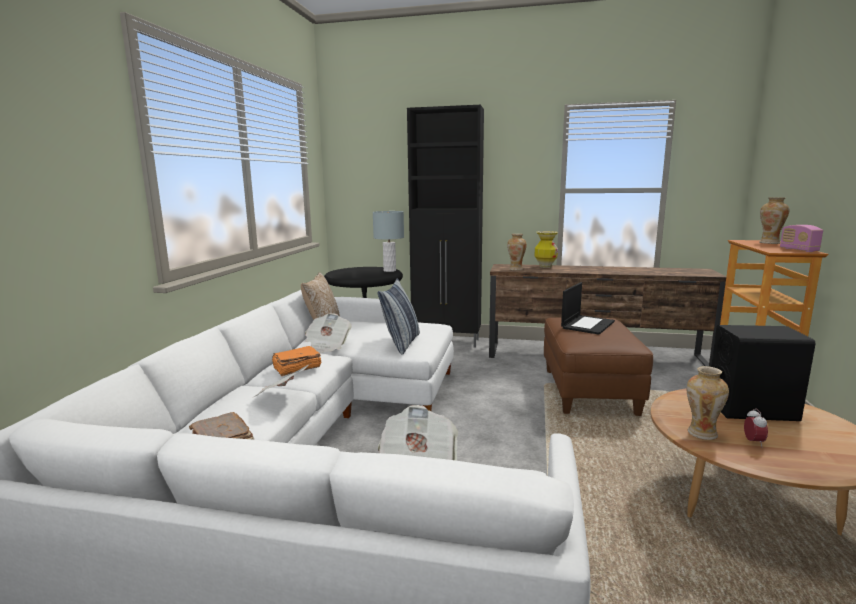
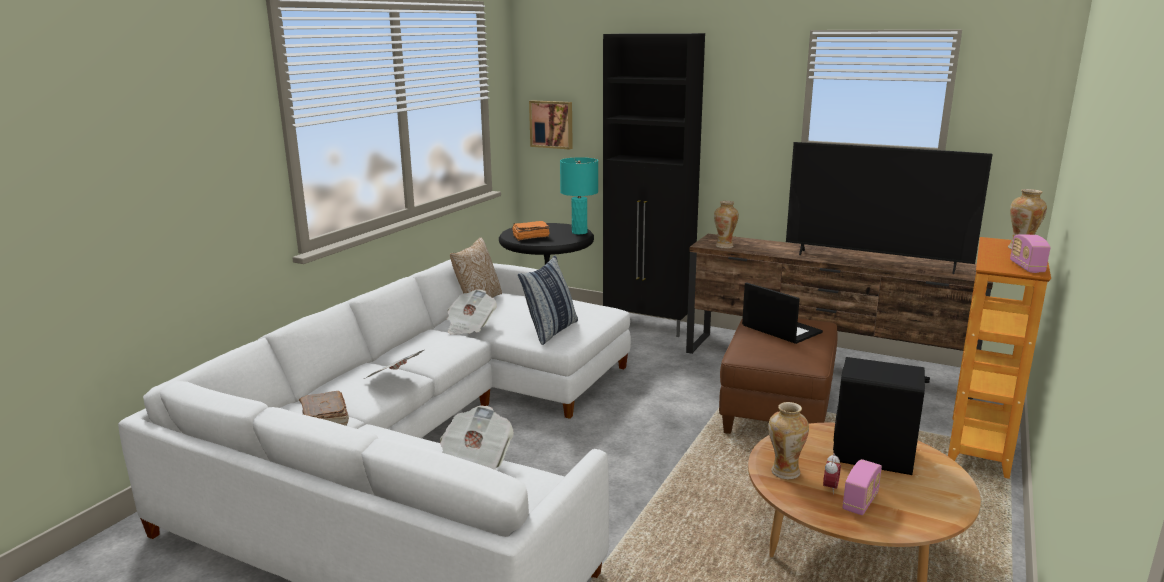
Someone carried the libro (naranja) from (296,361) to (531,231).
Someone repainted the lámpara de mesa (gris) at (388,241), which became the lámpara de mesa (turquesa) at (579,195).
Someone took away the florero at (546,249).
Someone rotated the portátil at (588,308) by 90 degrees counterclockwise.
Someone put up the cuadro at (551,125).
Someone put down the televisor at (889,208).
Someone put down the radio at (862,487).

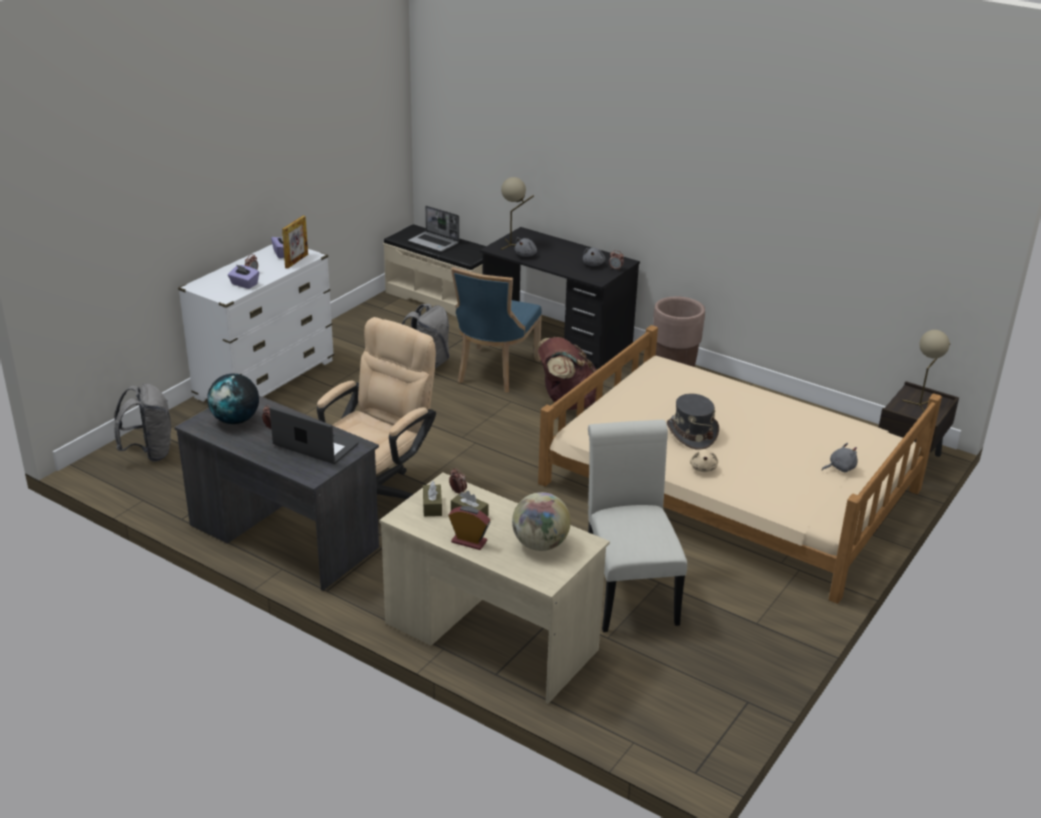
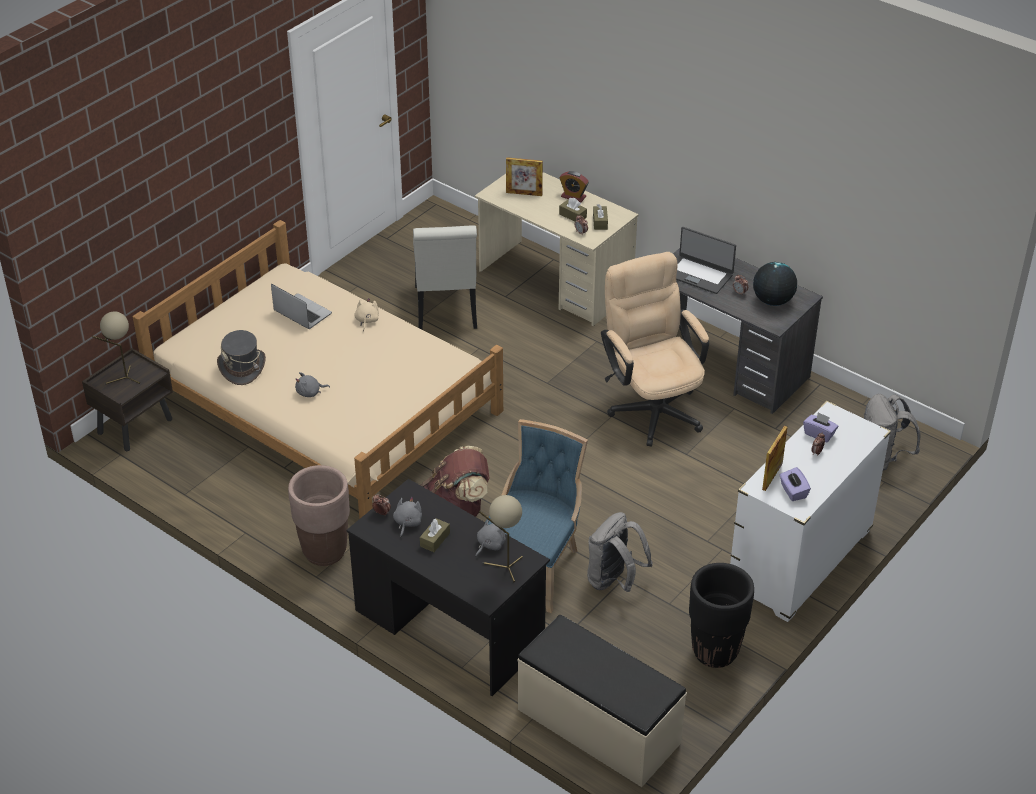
Someone rotated the silla de oficina (beis) at (376,408) by 120 degrees clockwise.
Someone carried the portátil from (433,228) to (301,306).
Someone swapped the globo terráqueo at (541,521) for the portarretratos at (524,176).
Someone carried the sombrero (gris) from (693,422) to (241,357).
Someone carried the peluche (gris) from (840,457) to (312,384).
Someone put down the caja de pañuelos (marrón) at (435,535).
Someone put down the maceta (negro) at (721,615).

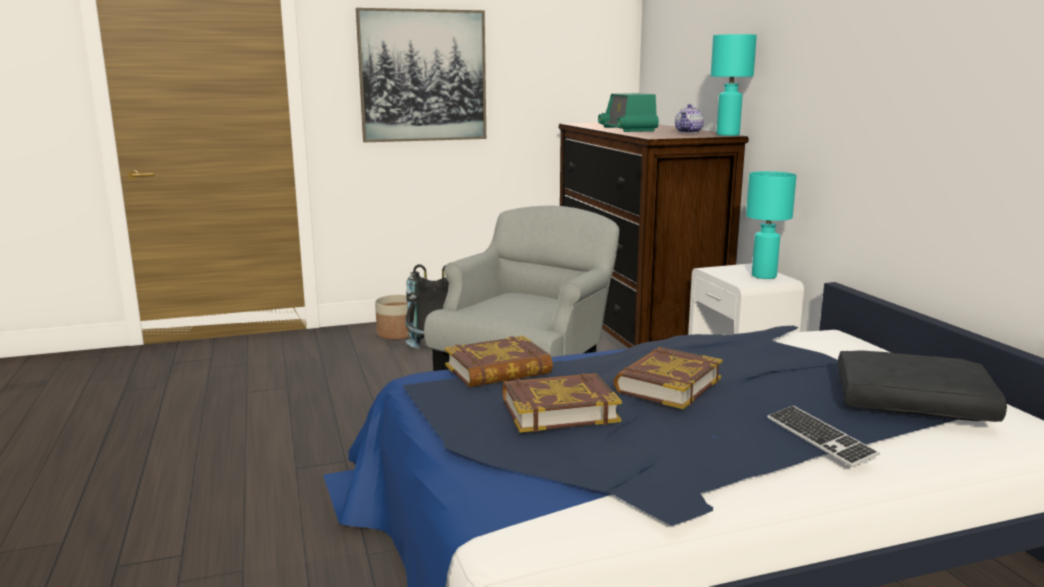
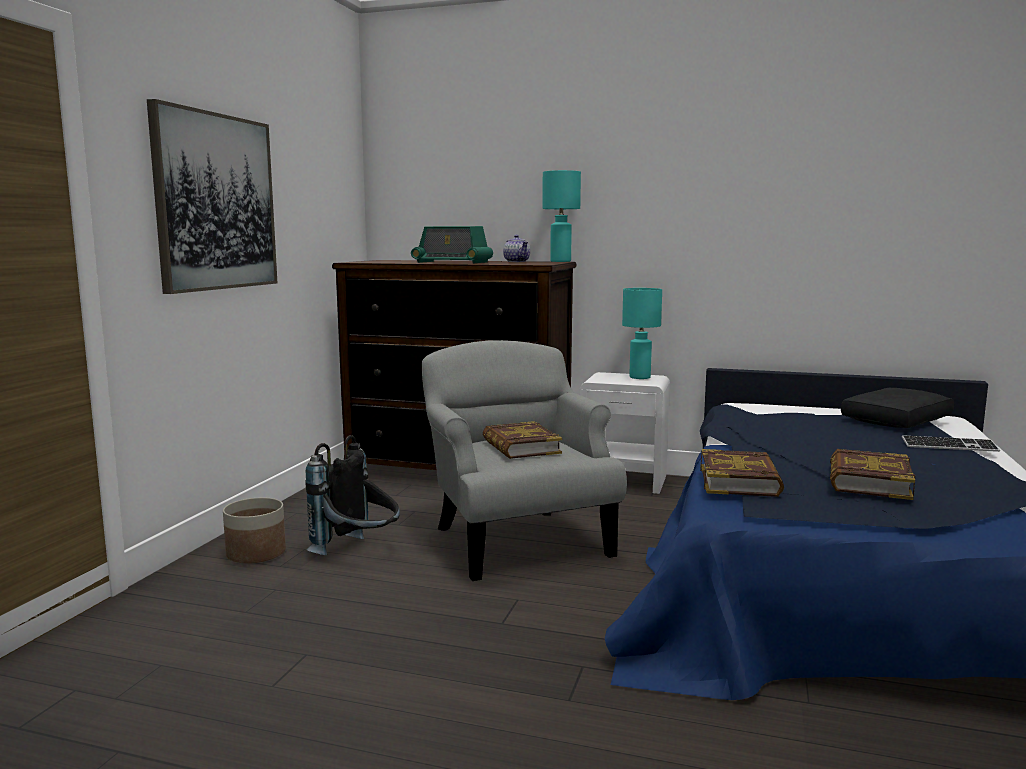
Someone carried the libro from (668,378) to (522,440).

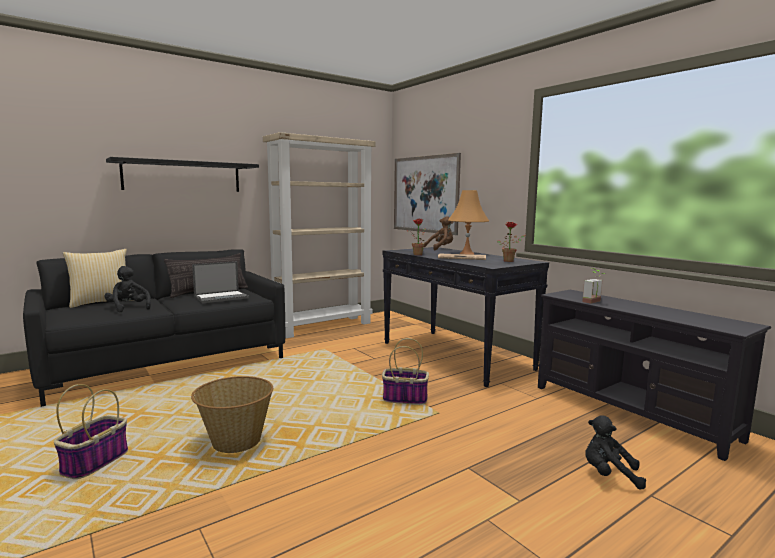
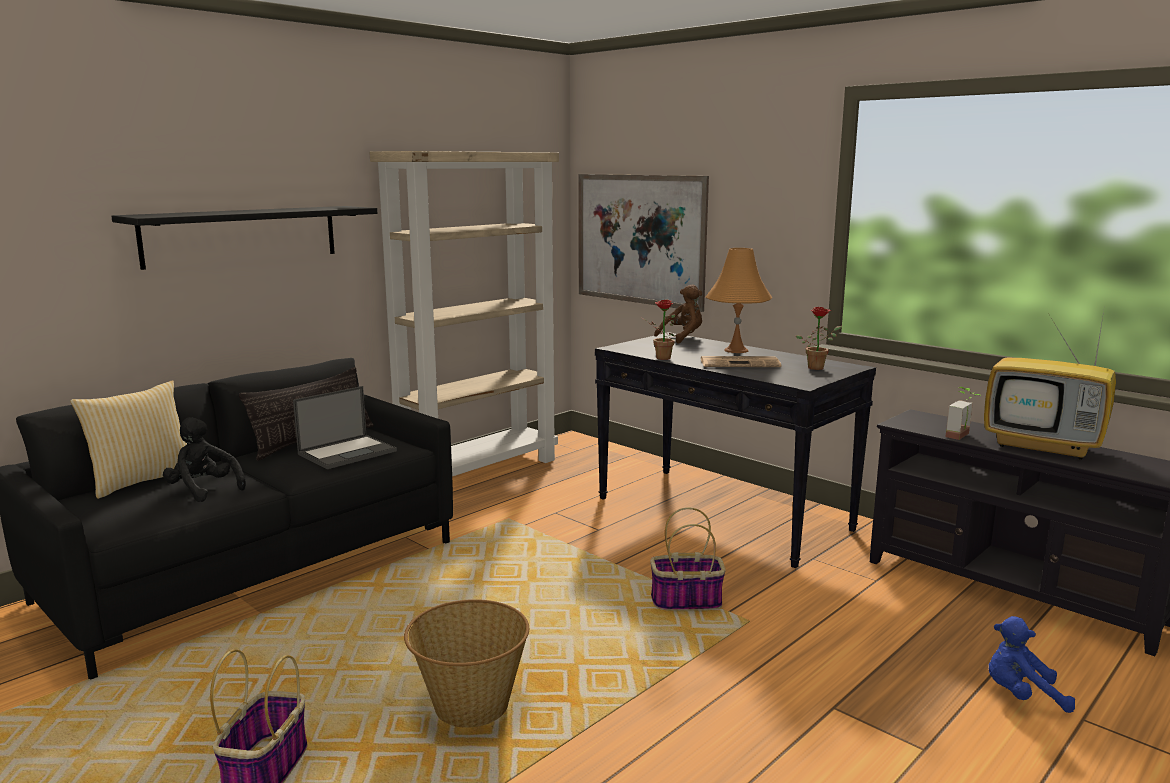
Someone repainted the peluche (negro) at (615,452), which became the peluche (azul) at (1032,664).
Someone put down the televisor at (1050,382).

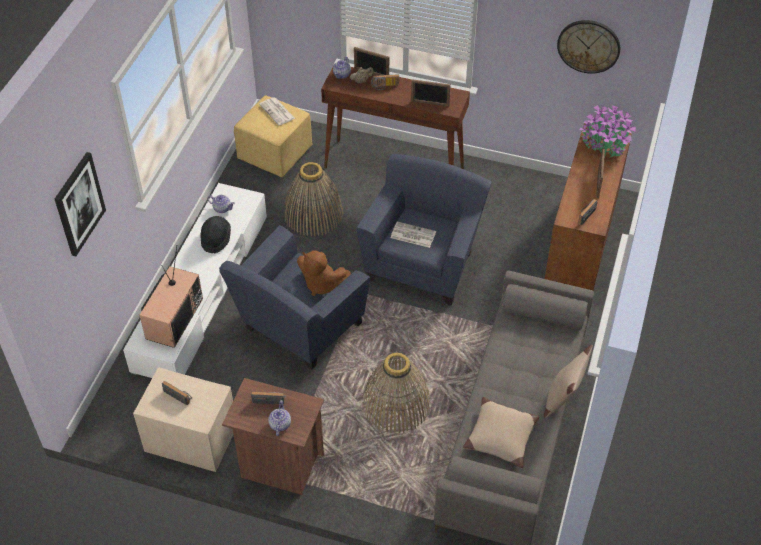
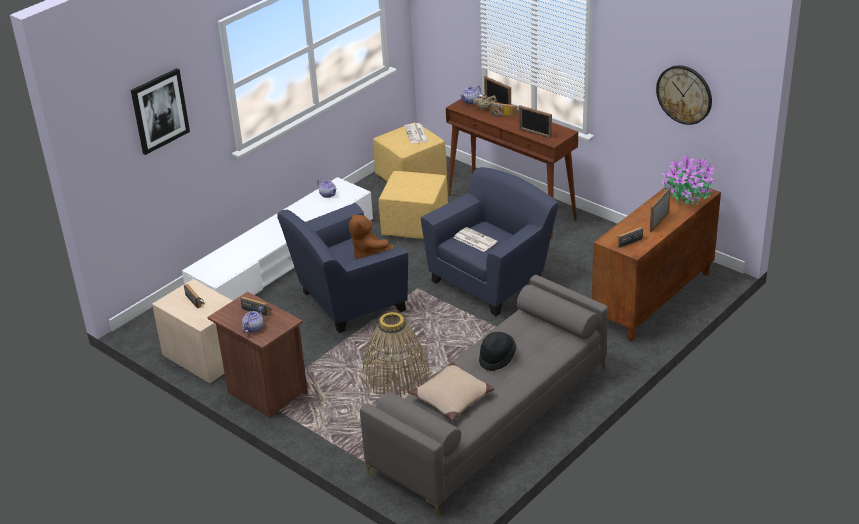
Someone took away the televisor at (171,296).
Someone carried the sombrero (negro) from (215,235) to (497,351).
Someone swapped the cesta at (314,199) for the puf (amarillo) at (413,205).
Someone took away the cojín (beis) at (568,381).

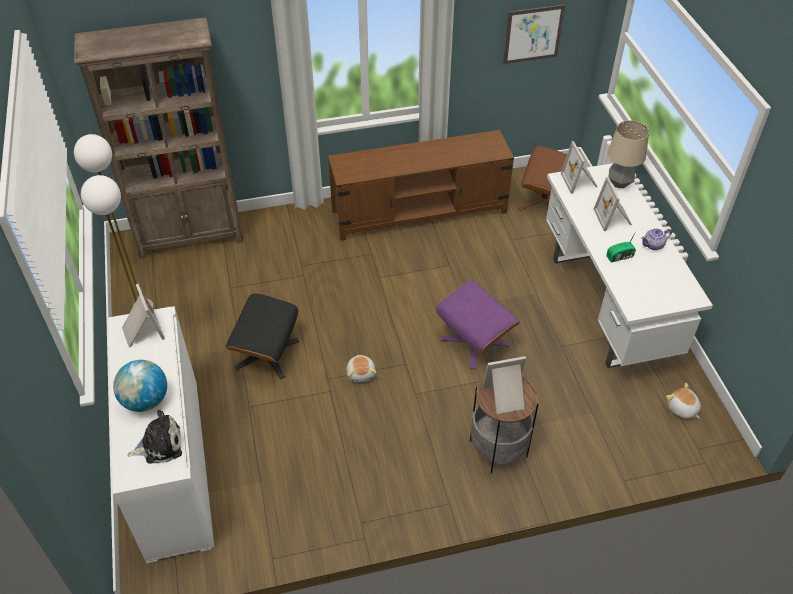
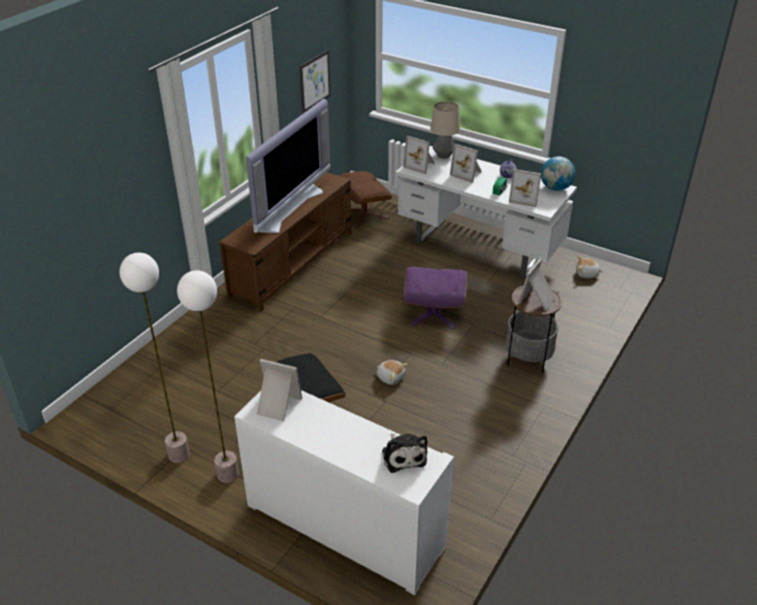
Someone took away the estantería (marrón) at (159,138).
Someone carried the globo terráqueo from (140,386) to (558,173).
Someone rotated the peluche at (154,437) by 135 degrees clockwise.
Someone put down the televisor at (288,166).
Someone put down the portarretratos at (525,188).

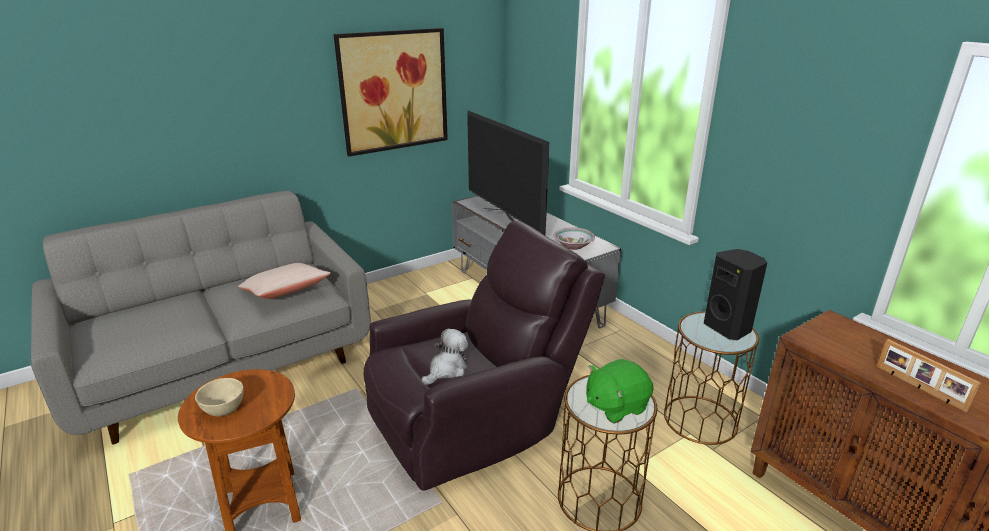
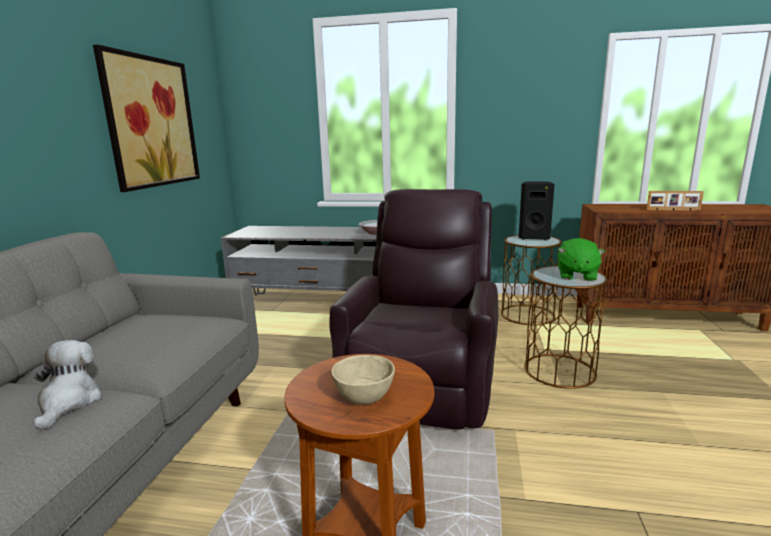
Someone took away the cojín (beis) at (284,281).
Someone carried the peluche from (445,356) to (67,385).
Someone took away the televisor at (508,173).

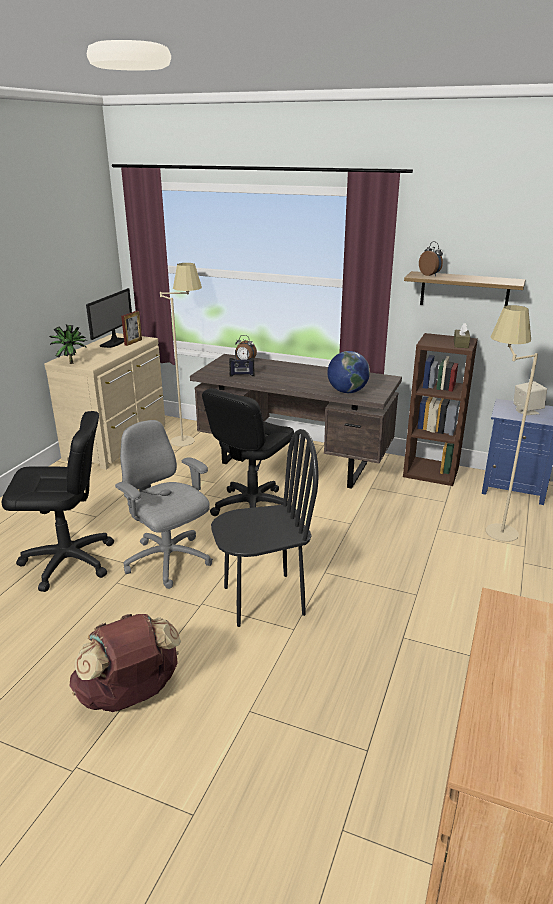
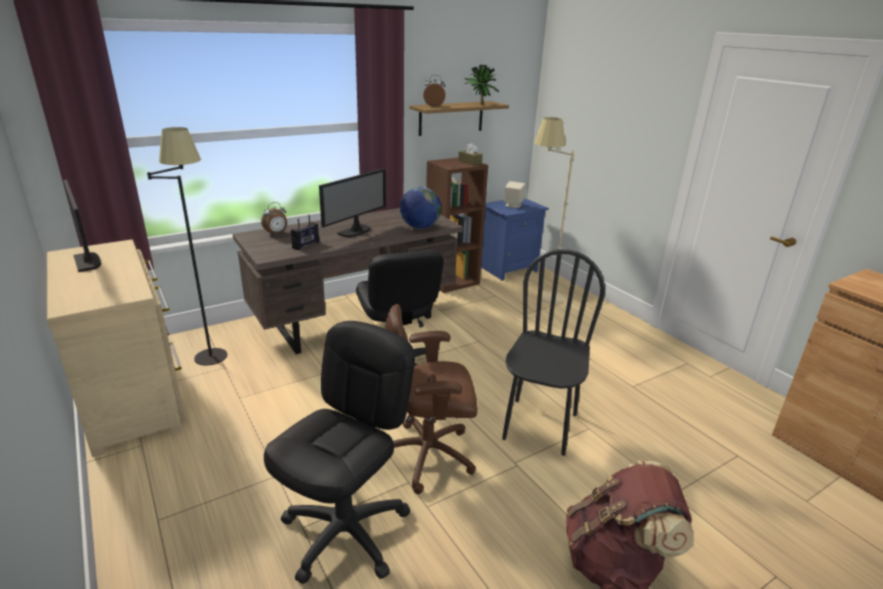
Someone carried the planta en maceta from (68,344) to (482,85).
Someone repainted the silla de oficina (gris) at (164,504), which became the silla de oficina (marrón) at (431,399).
Someone took away the portarretratos at (131,328).
Someone repainted the lámpara de pie (beis) at (181,355), which became the lámpara de pie (negro) at (187,246).
Someone put down the monitor at (352,202).

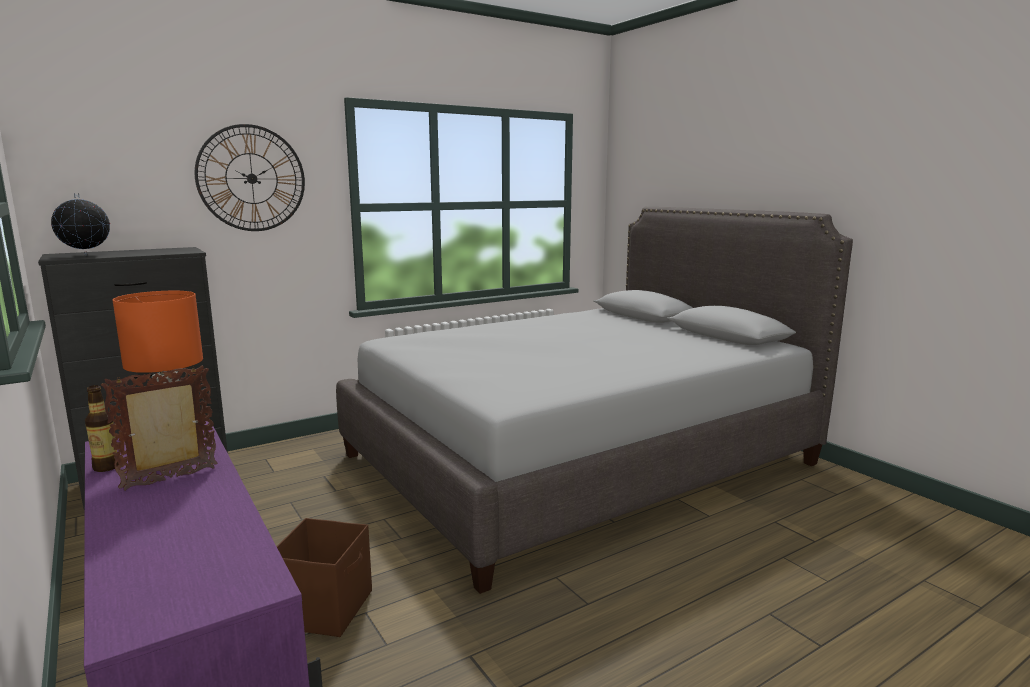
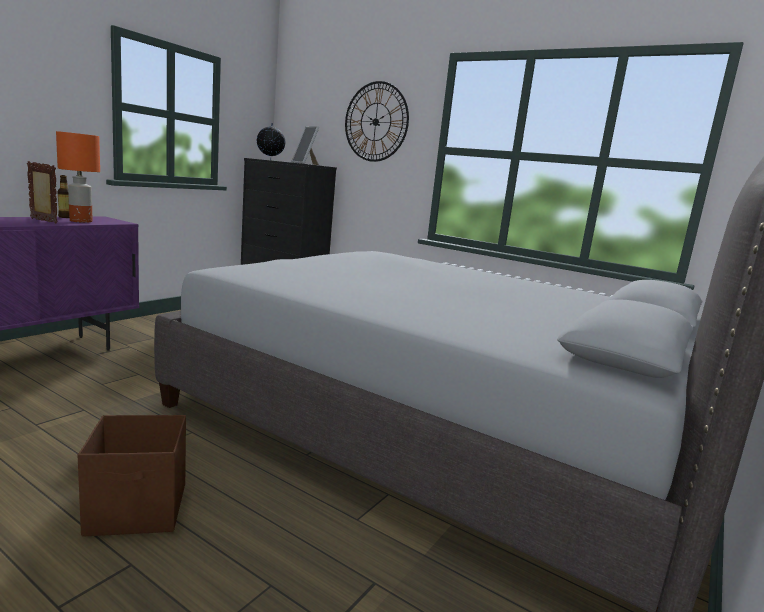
Someone carried the caja de almacenaje (marrón) from (324,577) to (132,476).
Someone put down the portarretratos at (305,145).

